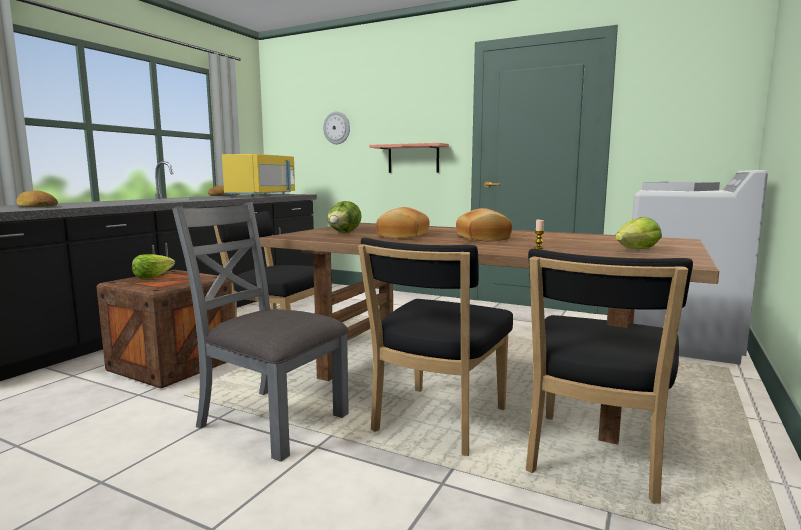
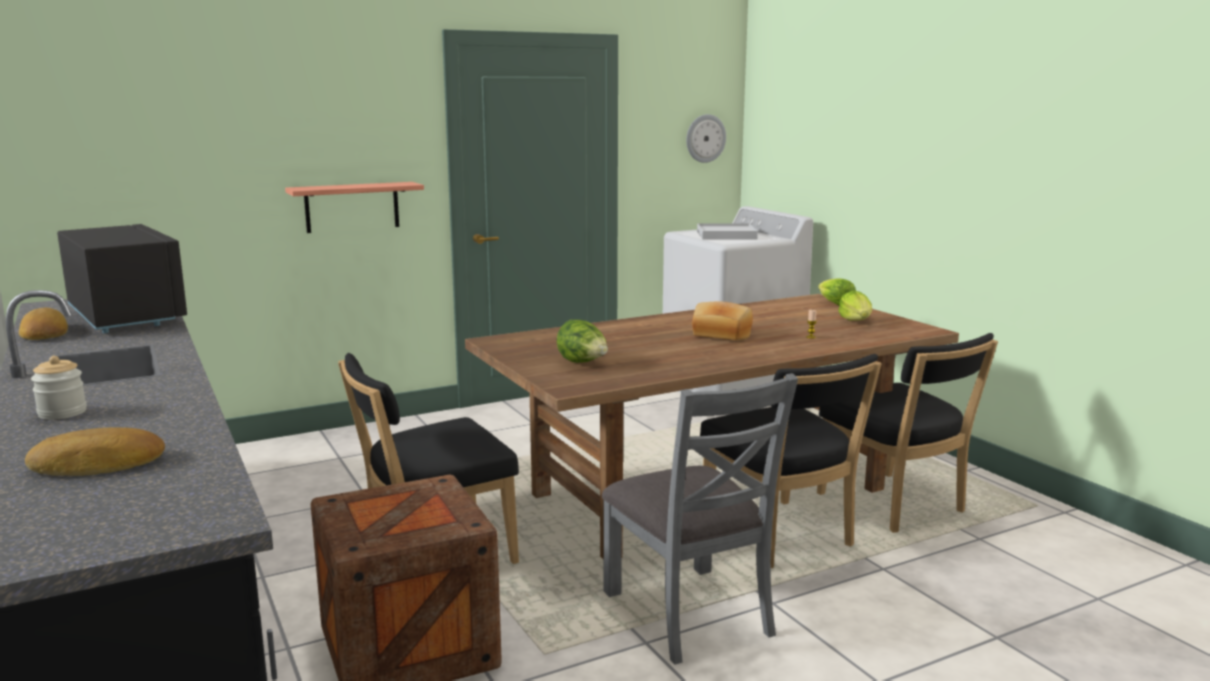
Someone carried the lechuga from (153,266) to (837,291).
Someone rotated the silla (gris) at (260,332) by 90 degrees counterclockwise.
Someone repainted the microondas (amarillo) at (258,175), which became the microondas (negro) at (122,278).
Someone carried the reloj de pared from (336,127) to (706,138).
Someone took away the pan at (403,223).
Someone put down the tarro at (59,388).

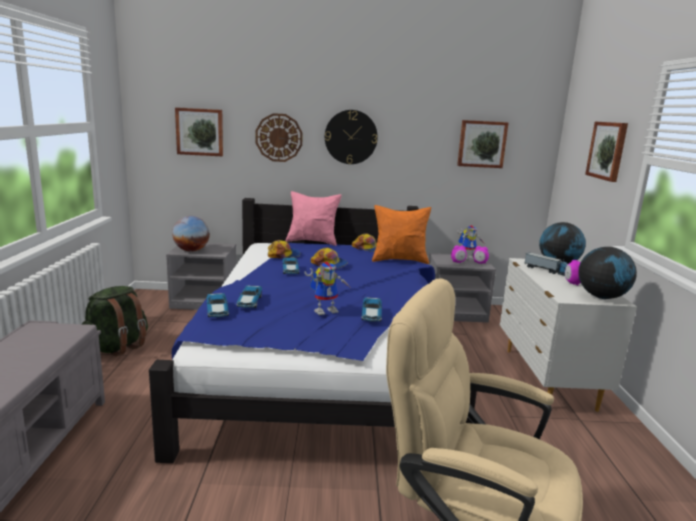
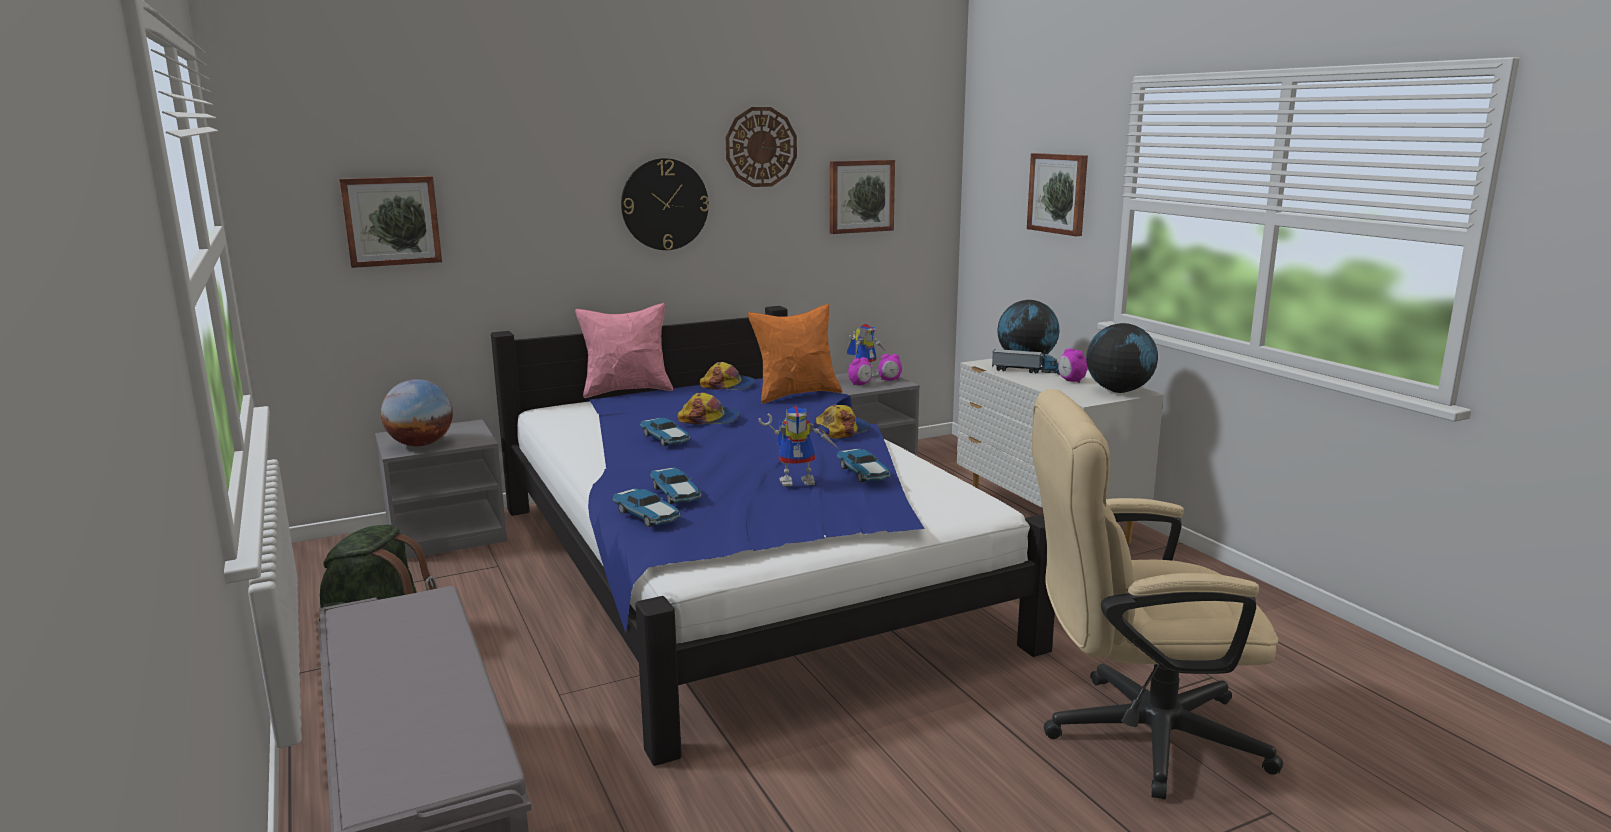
Someone carried the reloj de pared from (279,137) to (761,147).
Someone carried the gorra from (284,249) to (843,422).
Someone rotated the robot de juguete at (328,288) by 45 degrees clockwise.

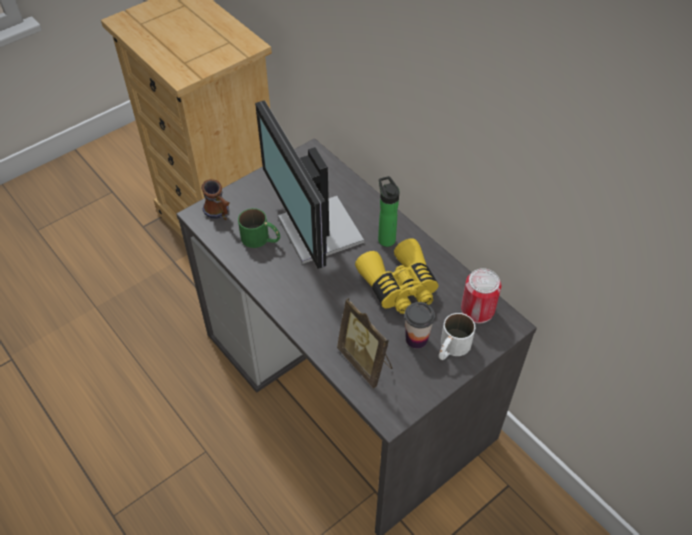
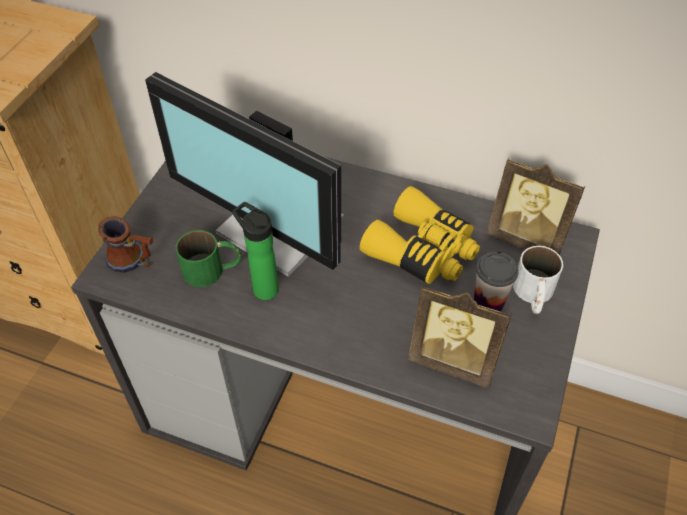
Someone carried the botella from (388,211) to (255,251).
Someone swapped the lata at (481,295) for the portarretratos at (535,206).

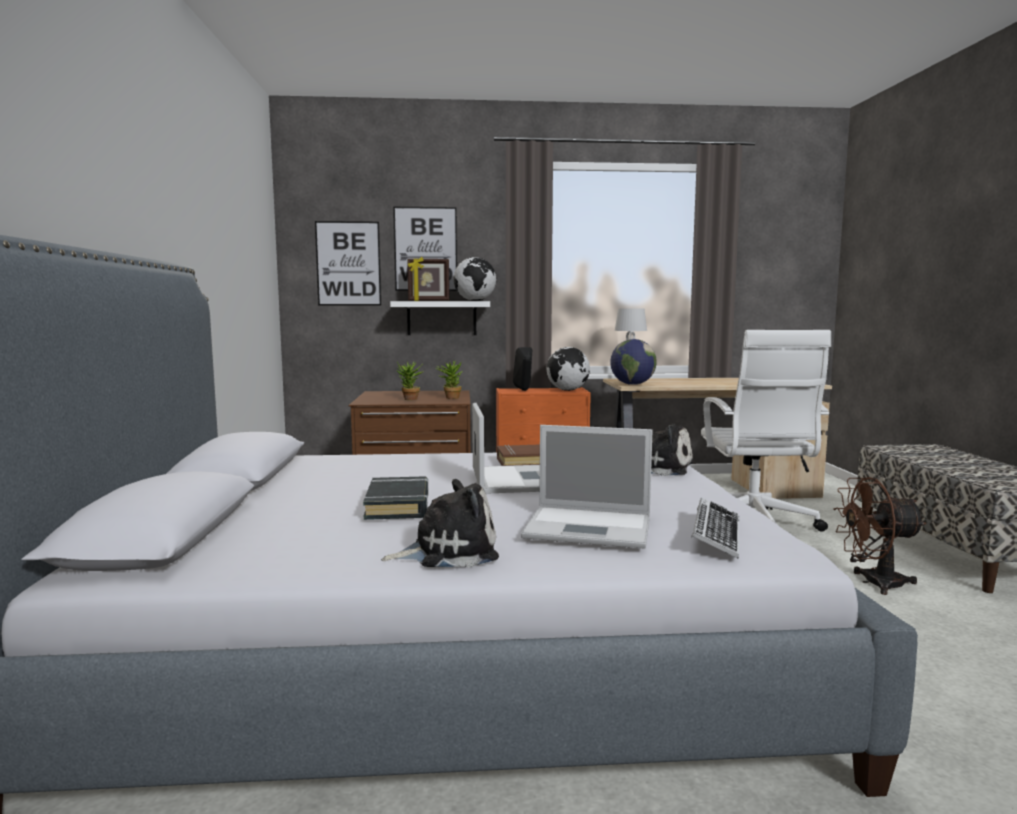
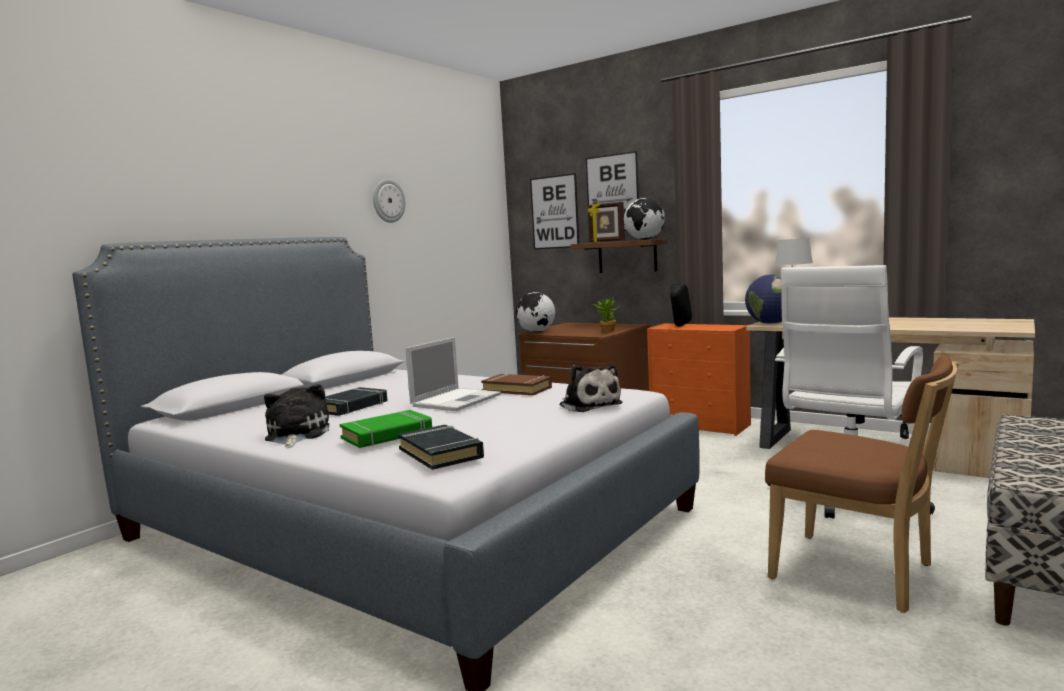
Someone rotated the peluche at (440,523) by 120 degrees counterclockwise.
Someone repainted the estante (blanco) at (440,318), which became the estante (marrón) at (619,256).
Someone took away the planta en maceta at (410,381).
Someone swapped the portátil at (586,487) for the libro (verde) at (386,429).
Someone carried the globo terráqueo from (568,369) to (535,312).
Someone swapped the teclado at (715,528) for the libro (negro) at (441,447).
Someone swapped the ventilador (marrón) at (879,536) for the silla (marrón) at (862,483).
Someone put up the reloj de pared at (389,201).

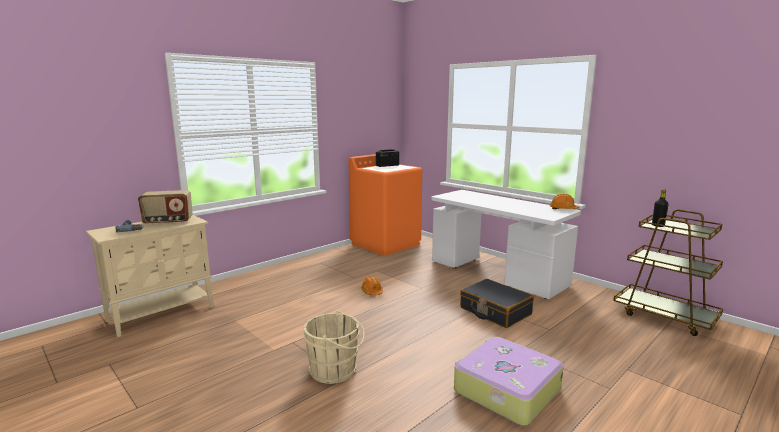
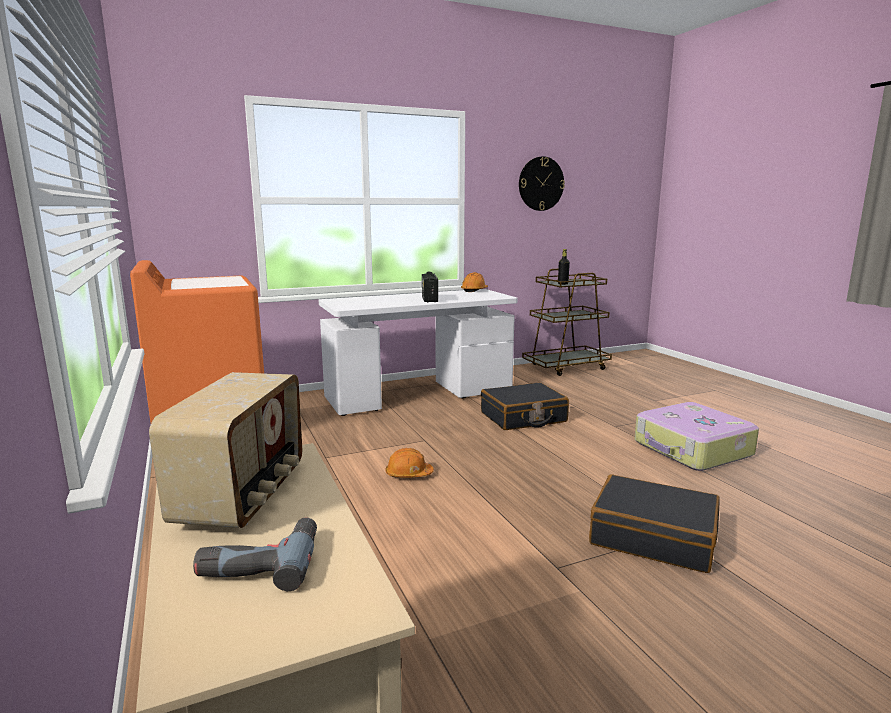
Someone swapped the cubo (beis) at (334,347) for the maleta (negro) at (654,524).
Someone carried the radio from (387,158) to (430,287).
Someone put up the reloj de pared at (542,183).

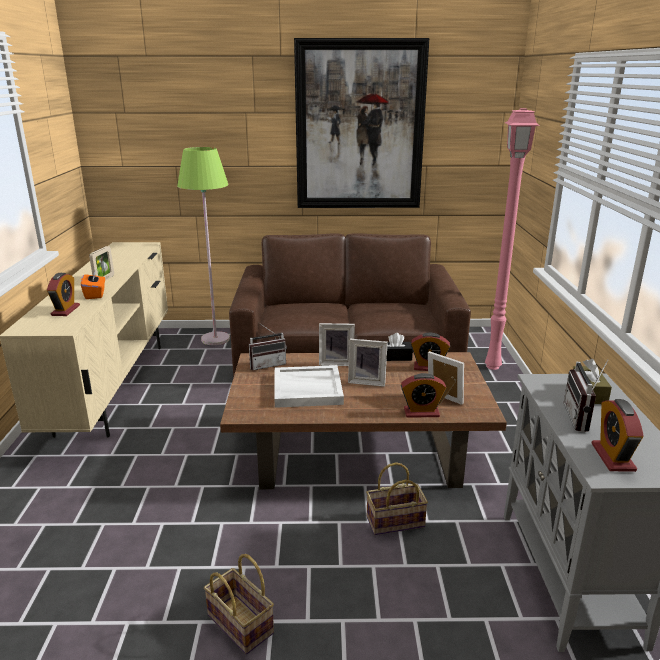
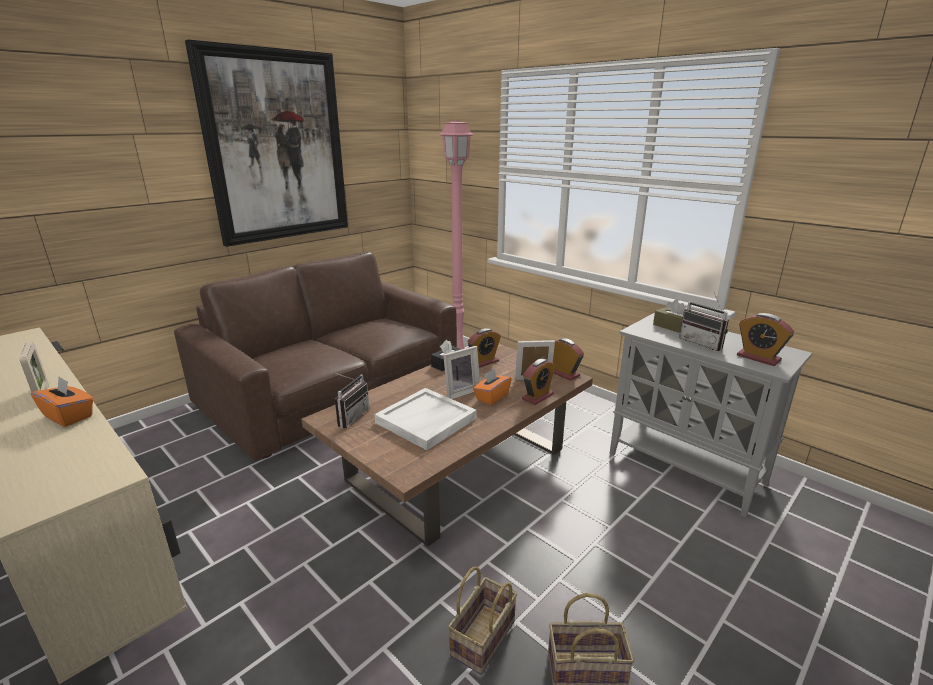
Someone carried the despertador from (63,294) to (568,359).
Someone took away the lámpara de pie (verde) at (203,246).
Someone took away the portarretratos at (337,344).
Someone carried the cesta from (397,498) to (482,620).
Someone put down the caja de pañuelos (naranja) at (492,387).

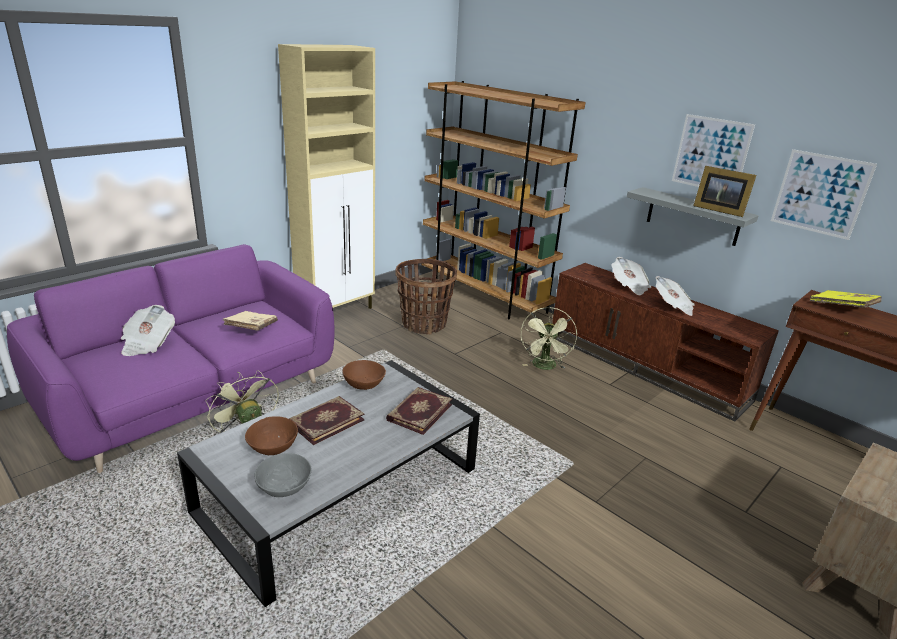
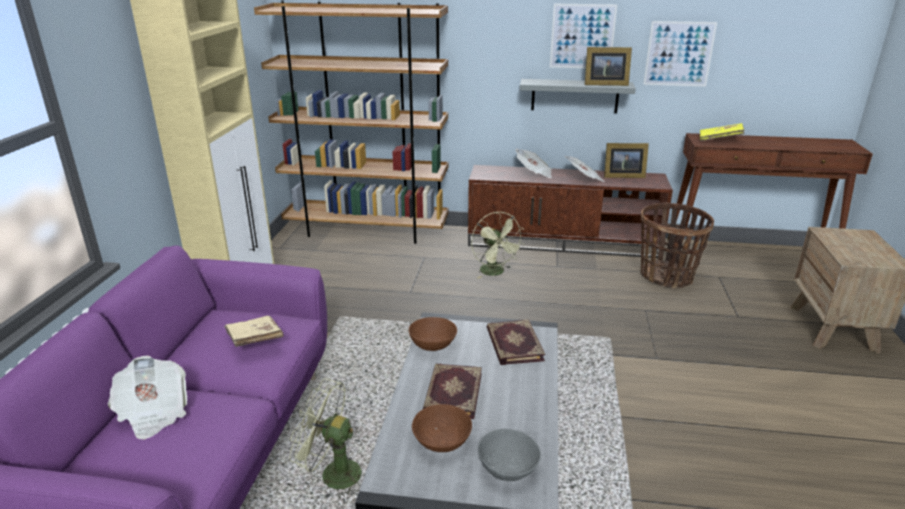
Someone carried the cesta from (426,296) to (677,245).
Someone put down the portarretratos at (626,160).

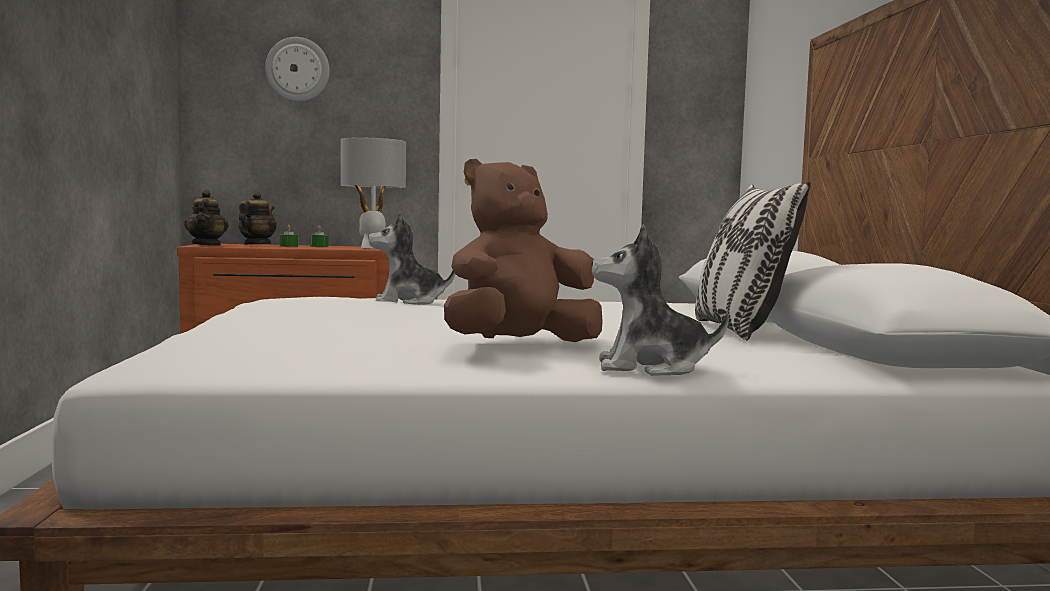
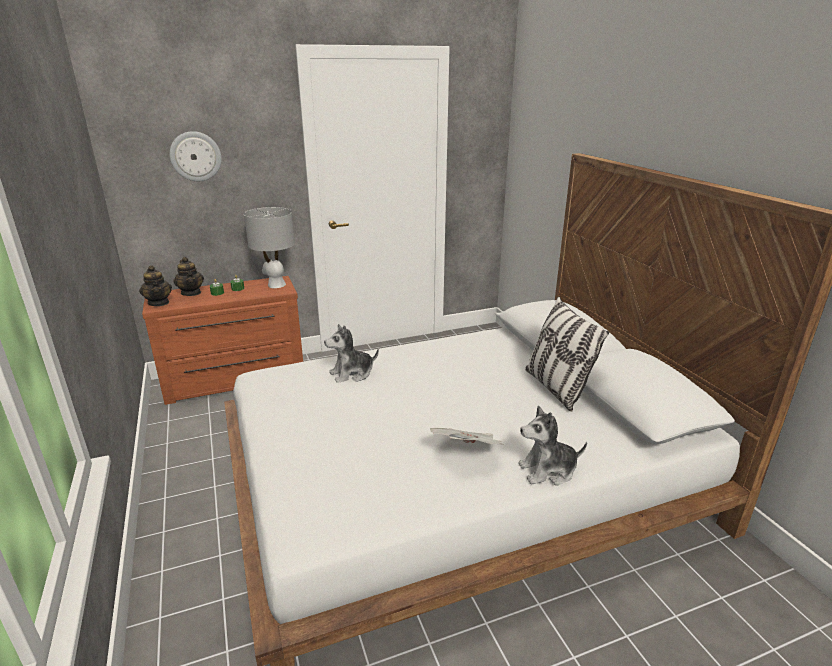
Someone rotated the tetera at (257,218) by 150 degrees clockwise.
Someone swapped the peluche (marrón) at (523,250) for the periódico at (467,436).

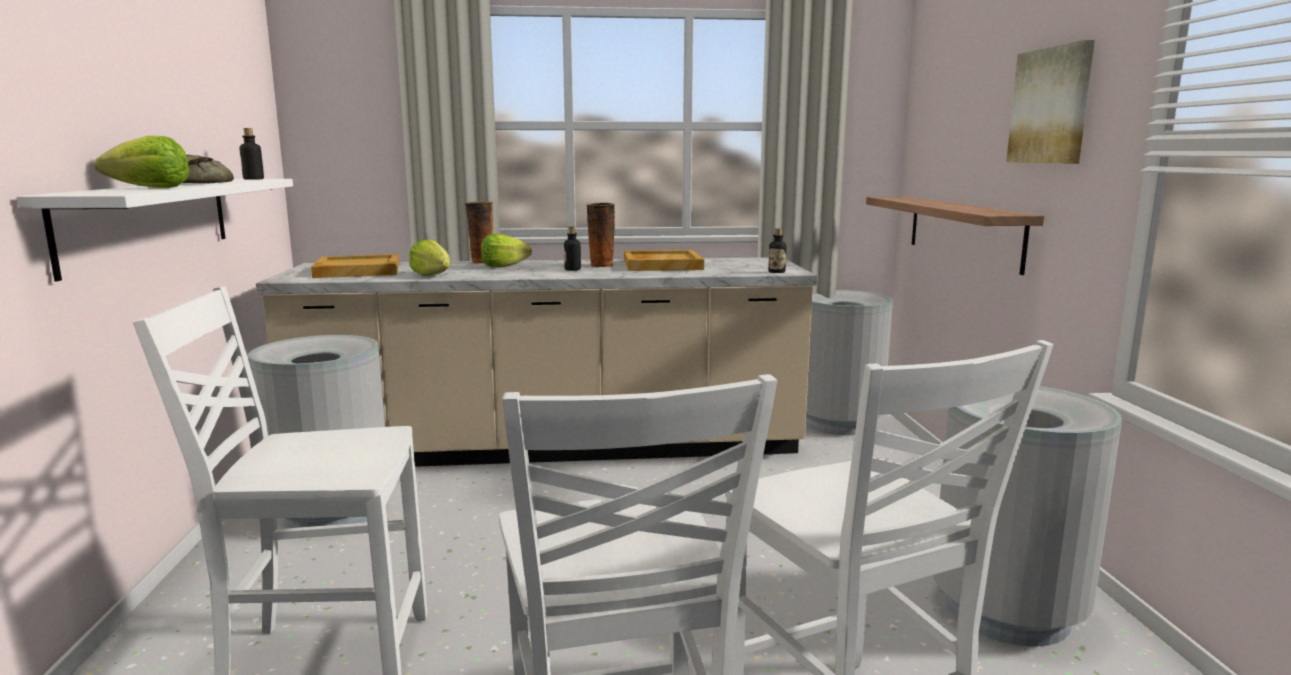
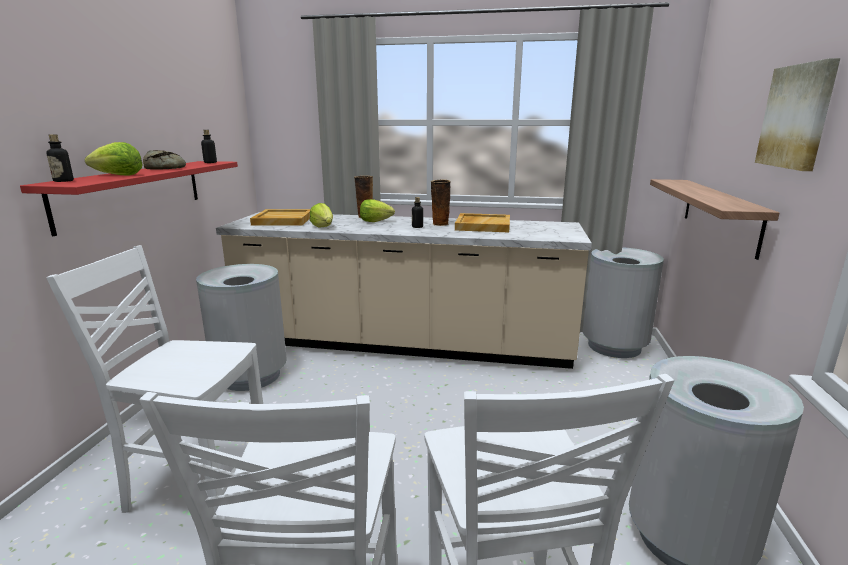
Someone repainted the estante (blanco) at (155,230), which became the estante (rojo) at (129,198).
Someone carried the botella from (777,250) to (60,158).

